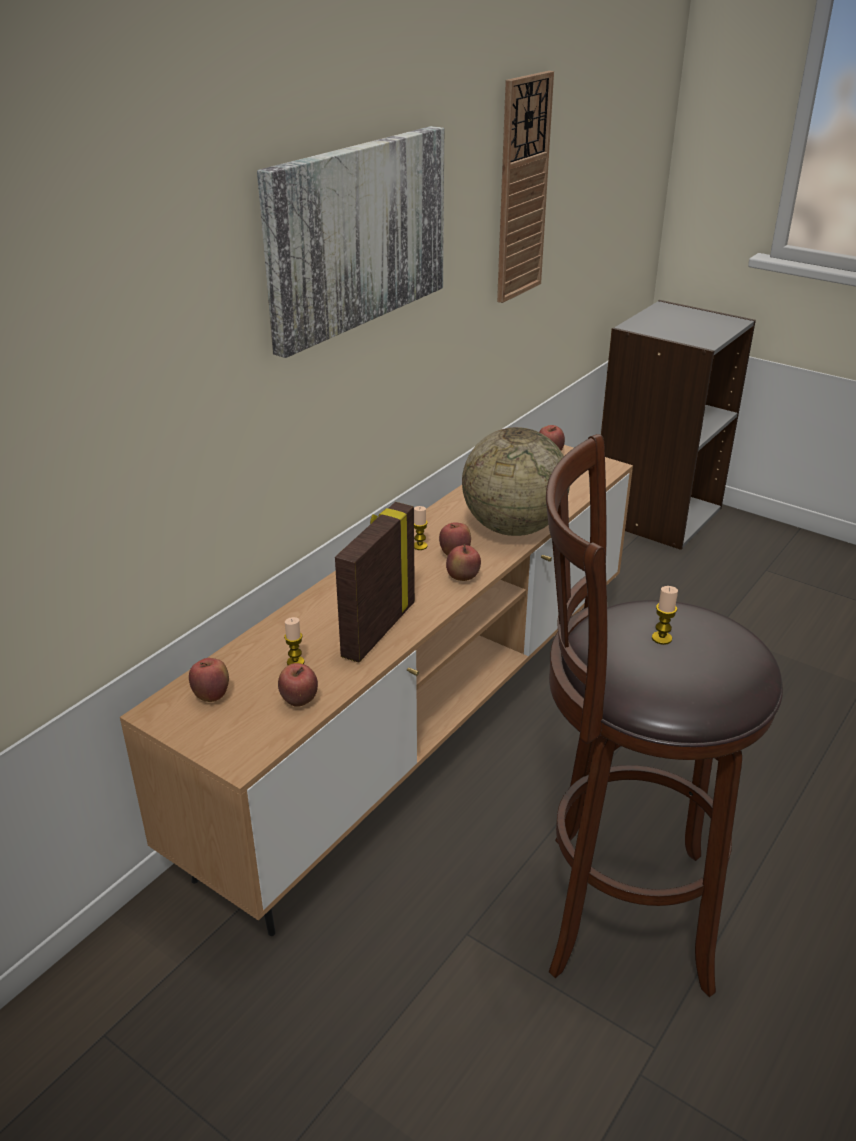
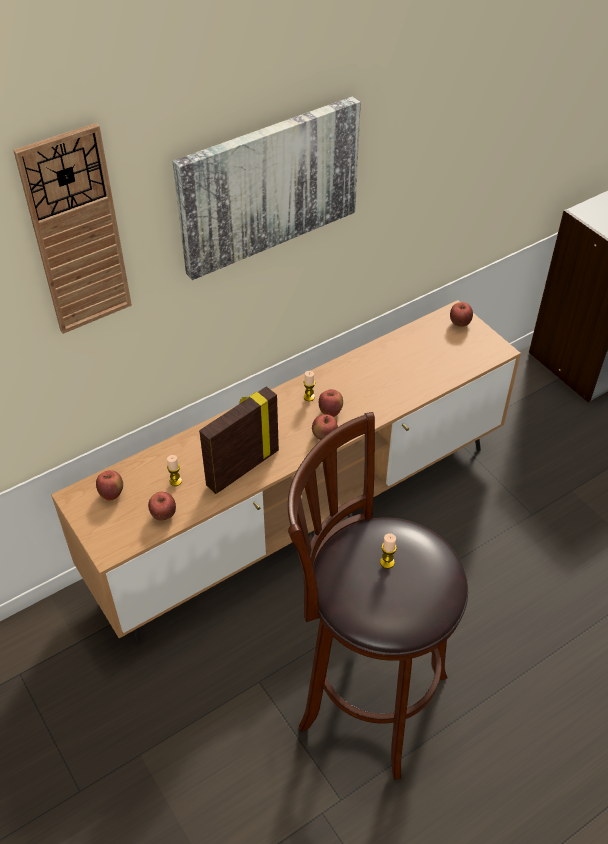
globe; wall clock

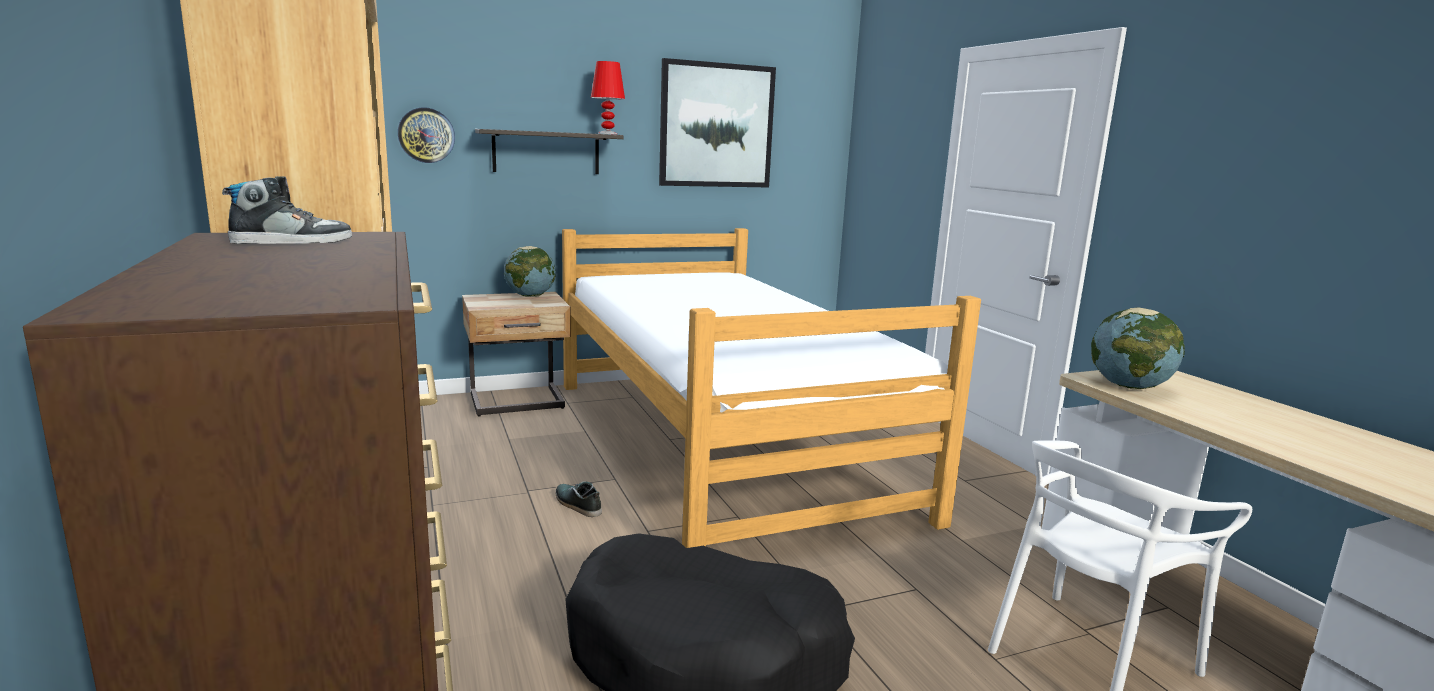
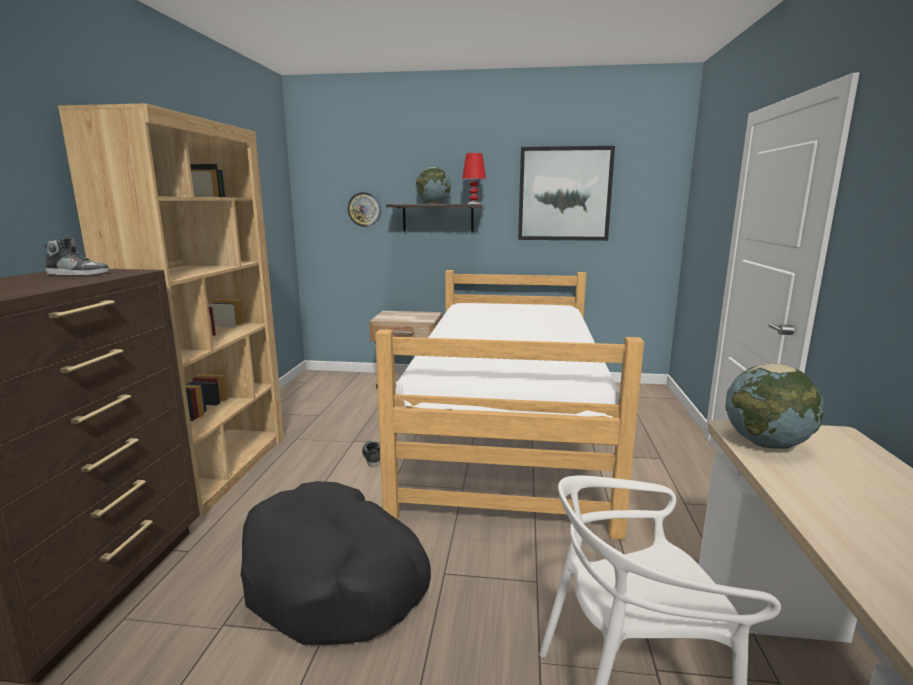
globe (1st from left)

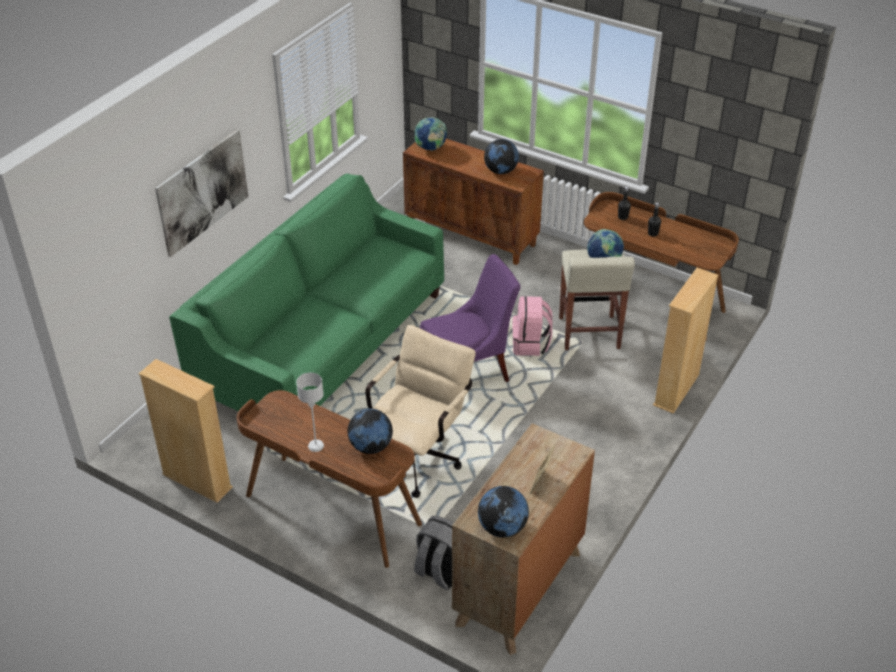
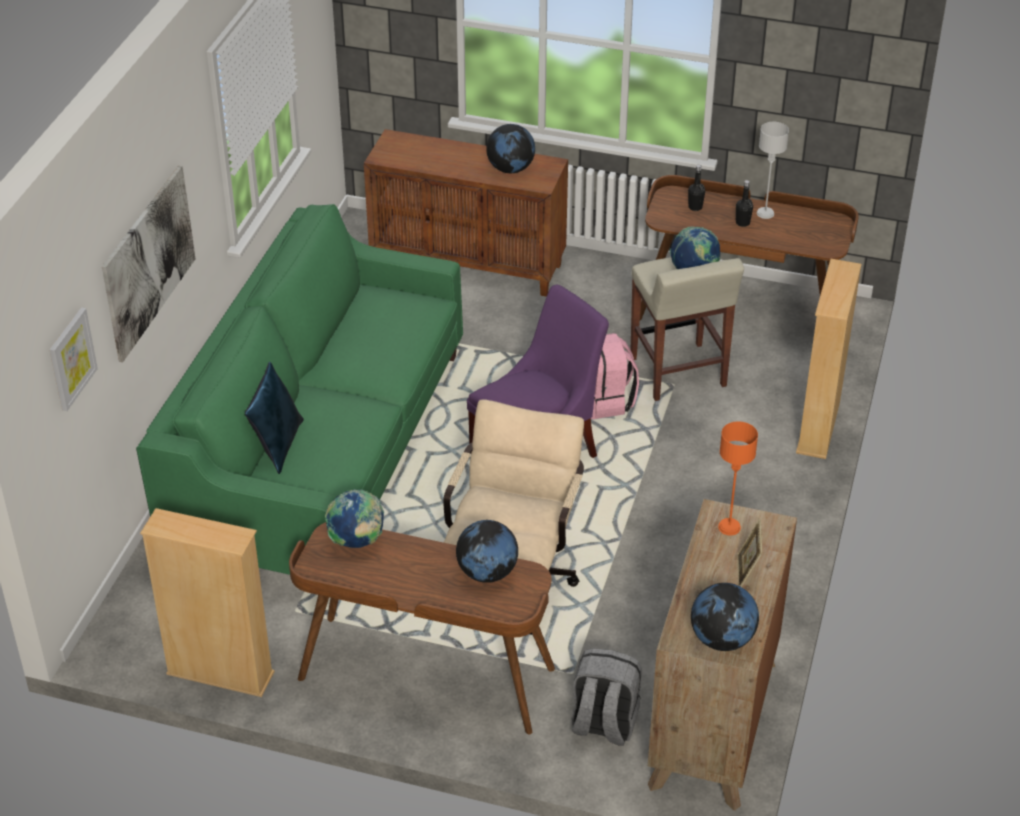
picture (1st from left); blue pillow; orange table lamp; grey table lamp; globe (1st from left)

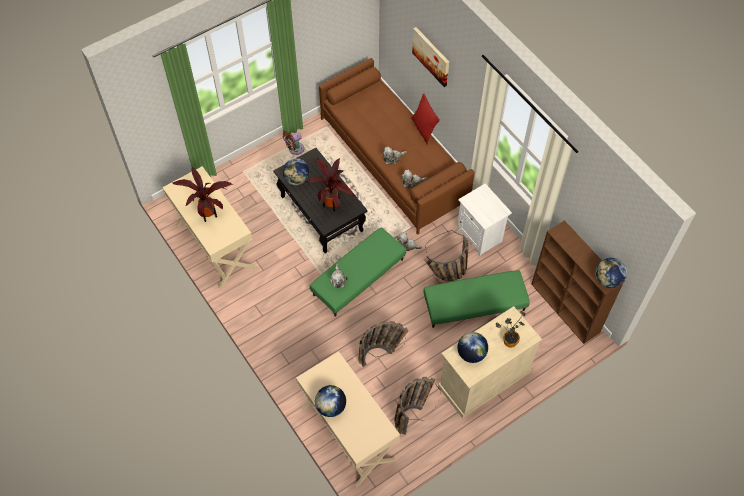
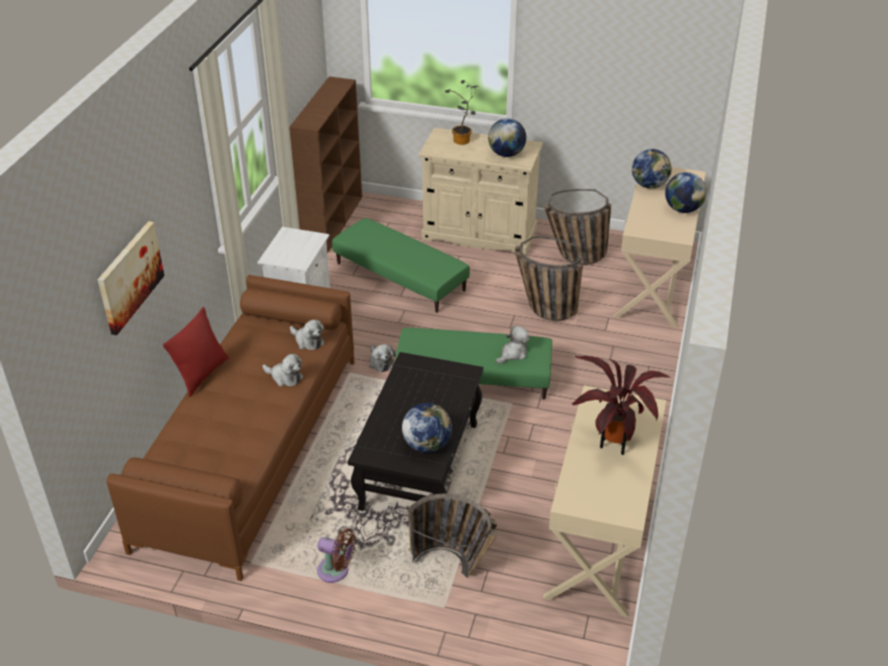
potted plant (2nd from left in the first image); basket (1st from left); globe (3rd from left)

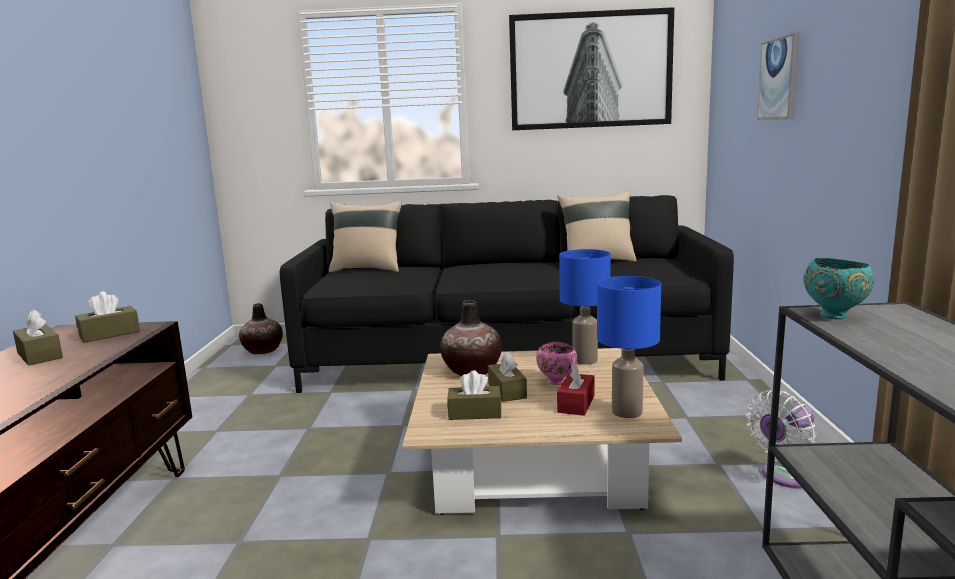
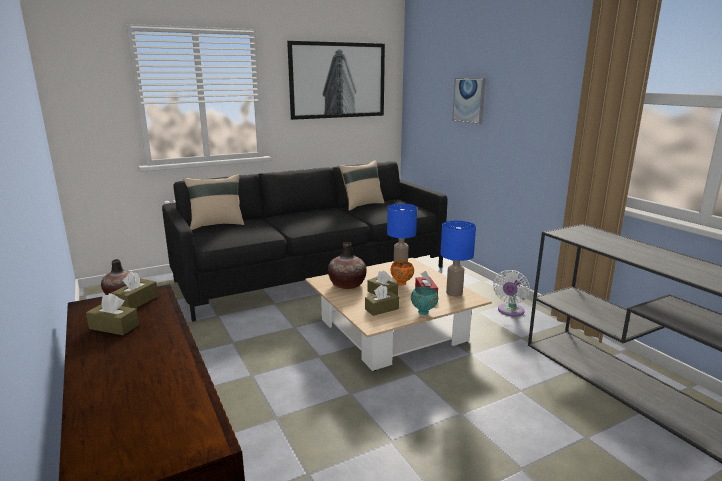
turquoise bowl; orange bowl

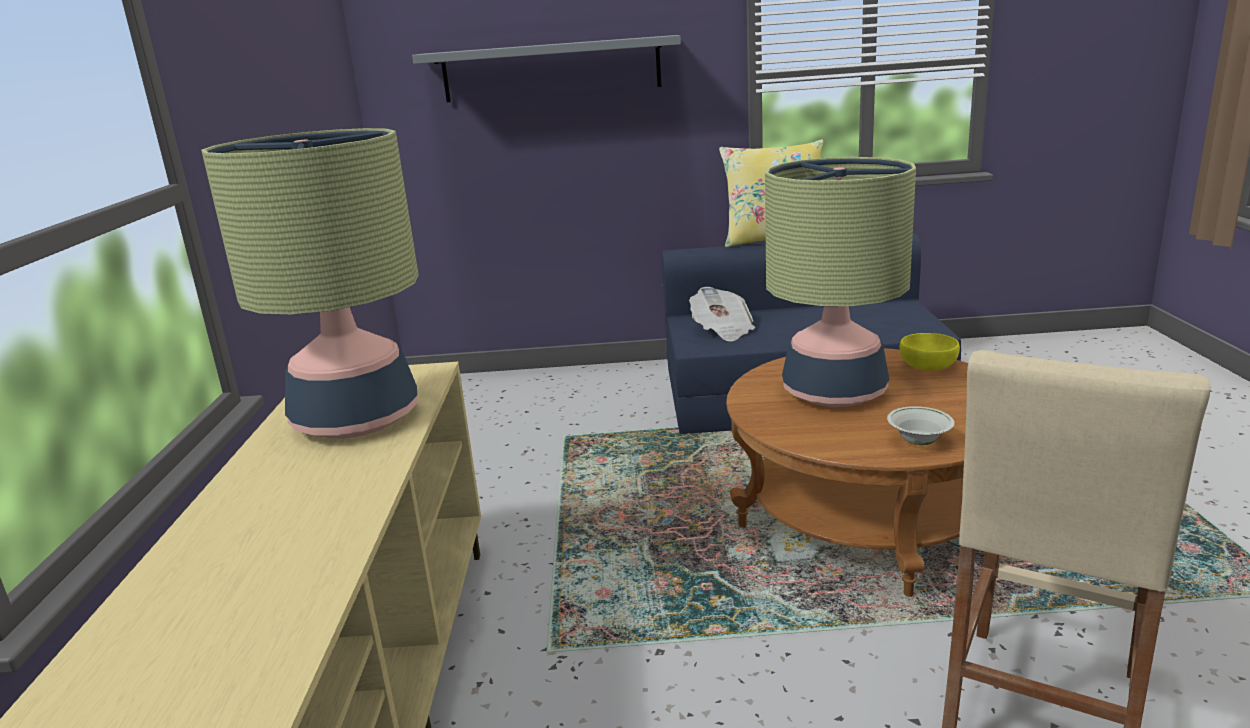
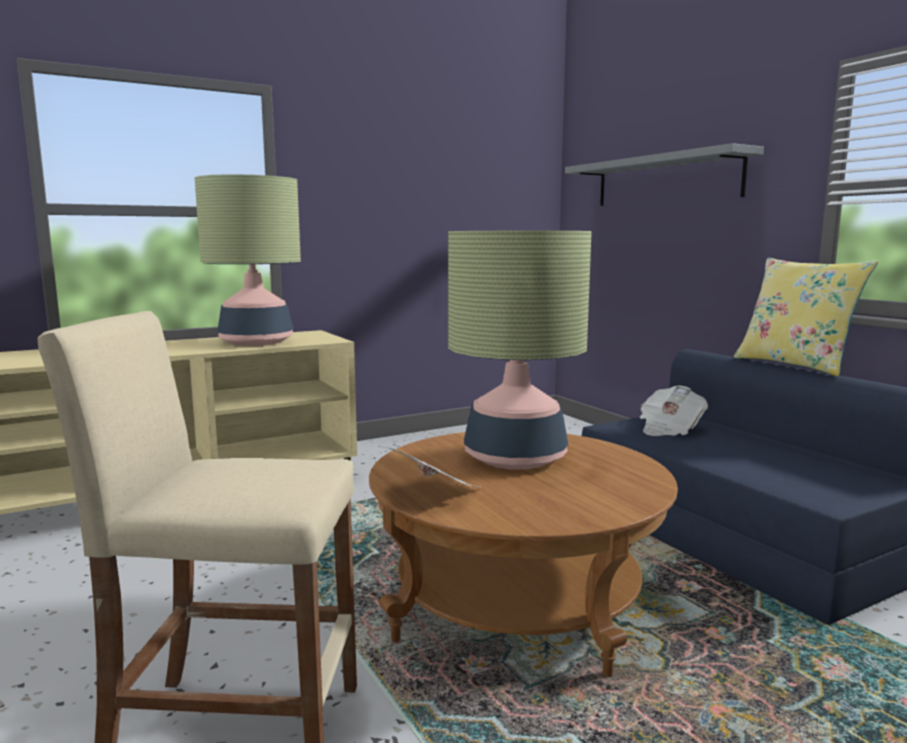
yellow bowl; newspaper (1st from left)

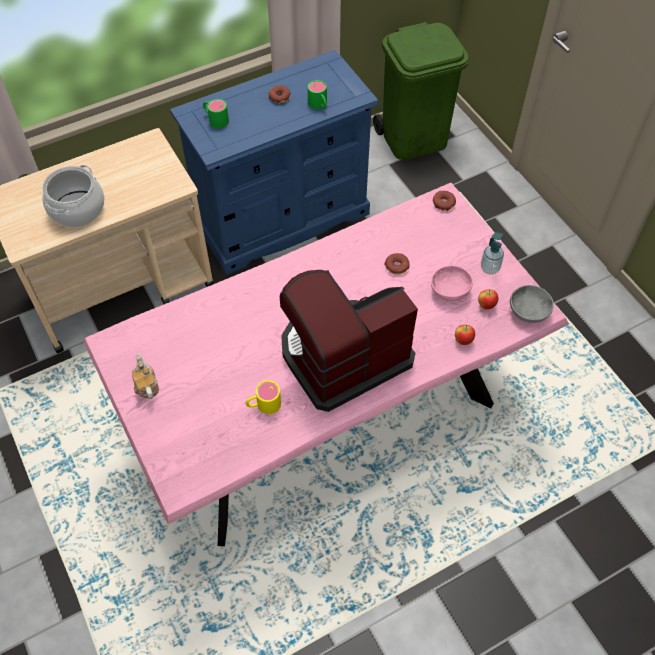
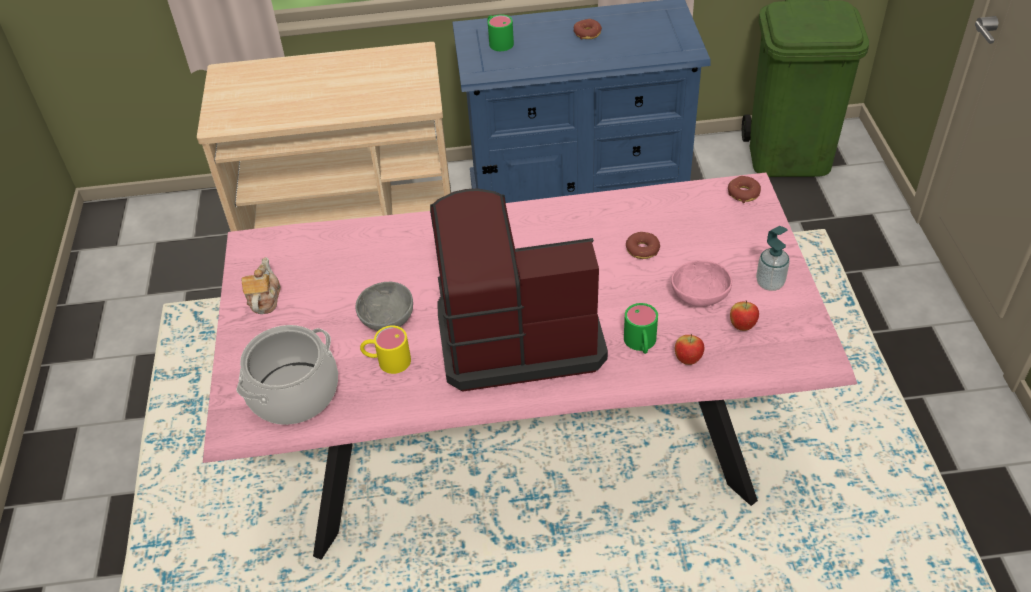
cooking pot; green mug (2nd from left); grey bowl

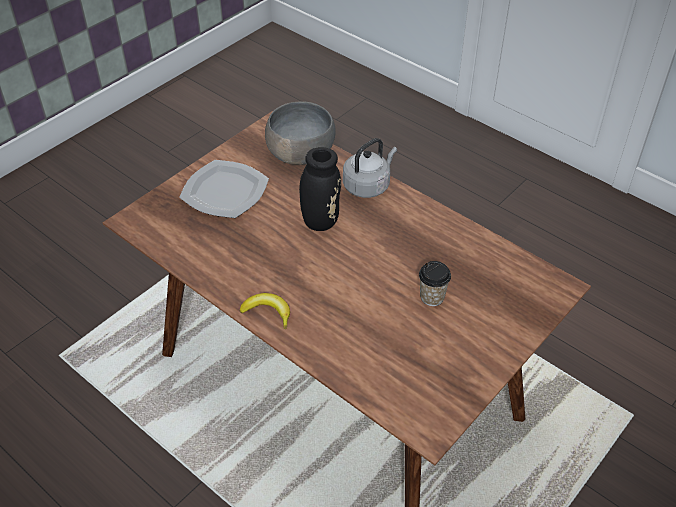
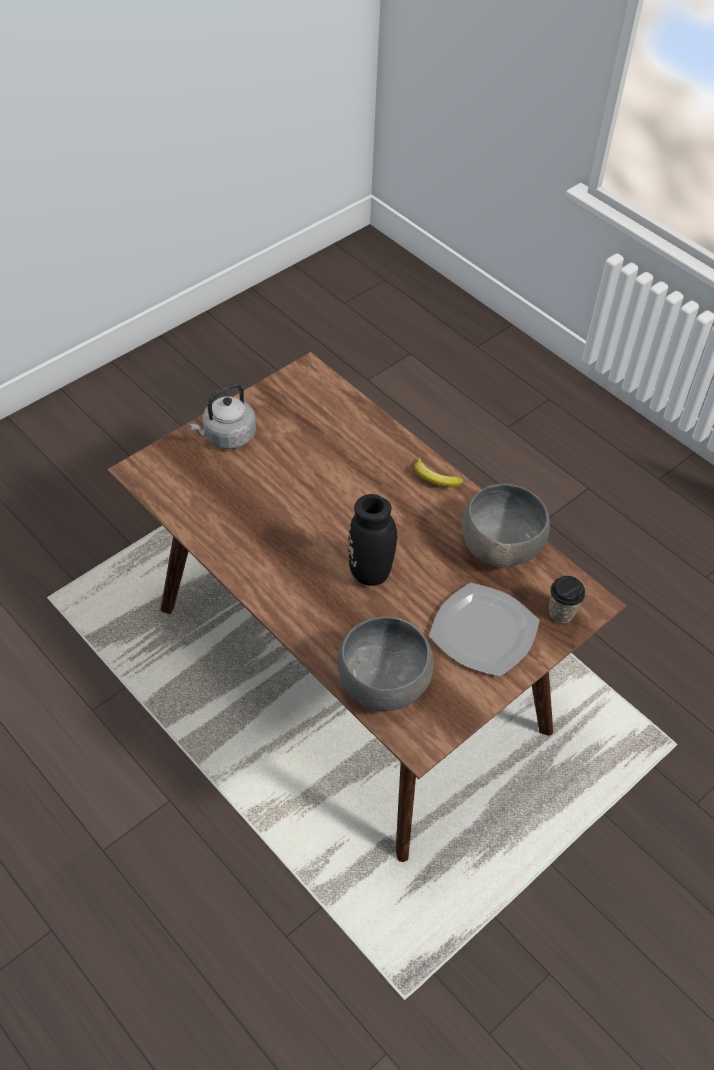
grey bowl (2nd from left); grey kettle; cup

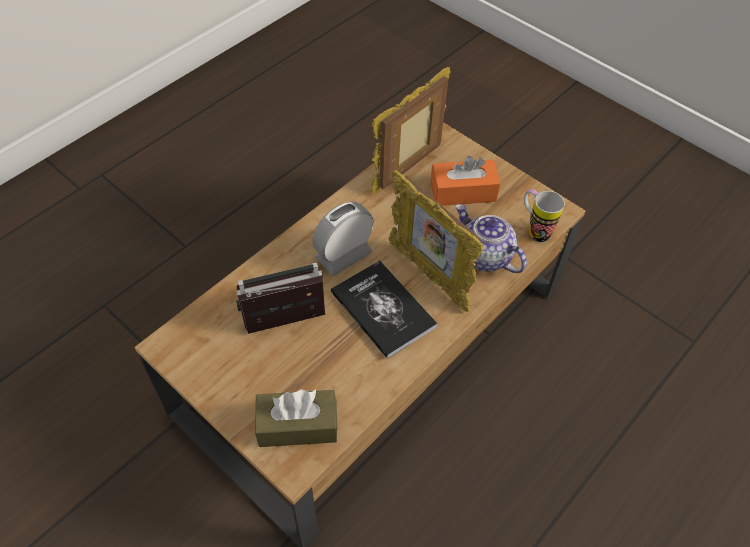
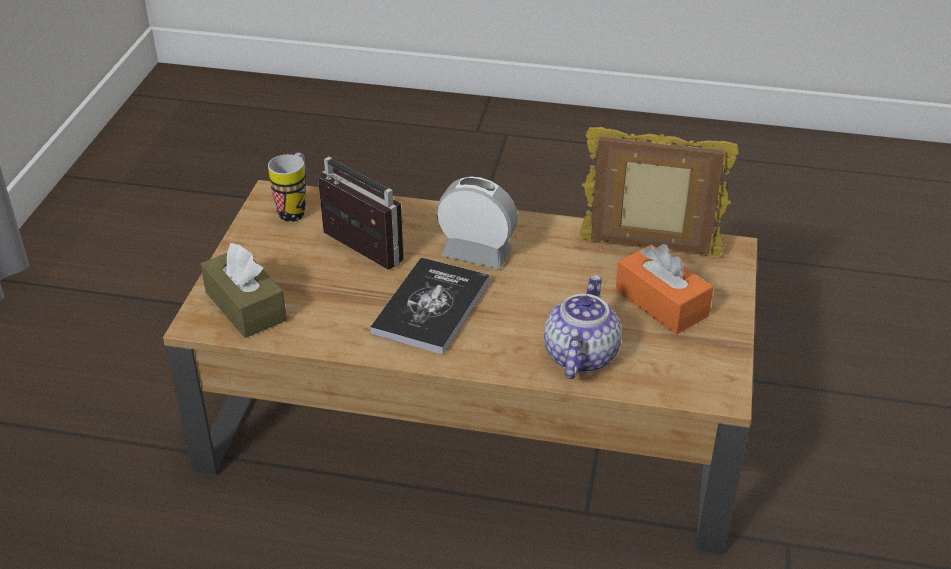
picture frame (2nd from left in the first image); mug

